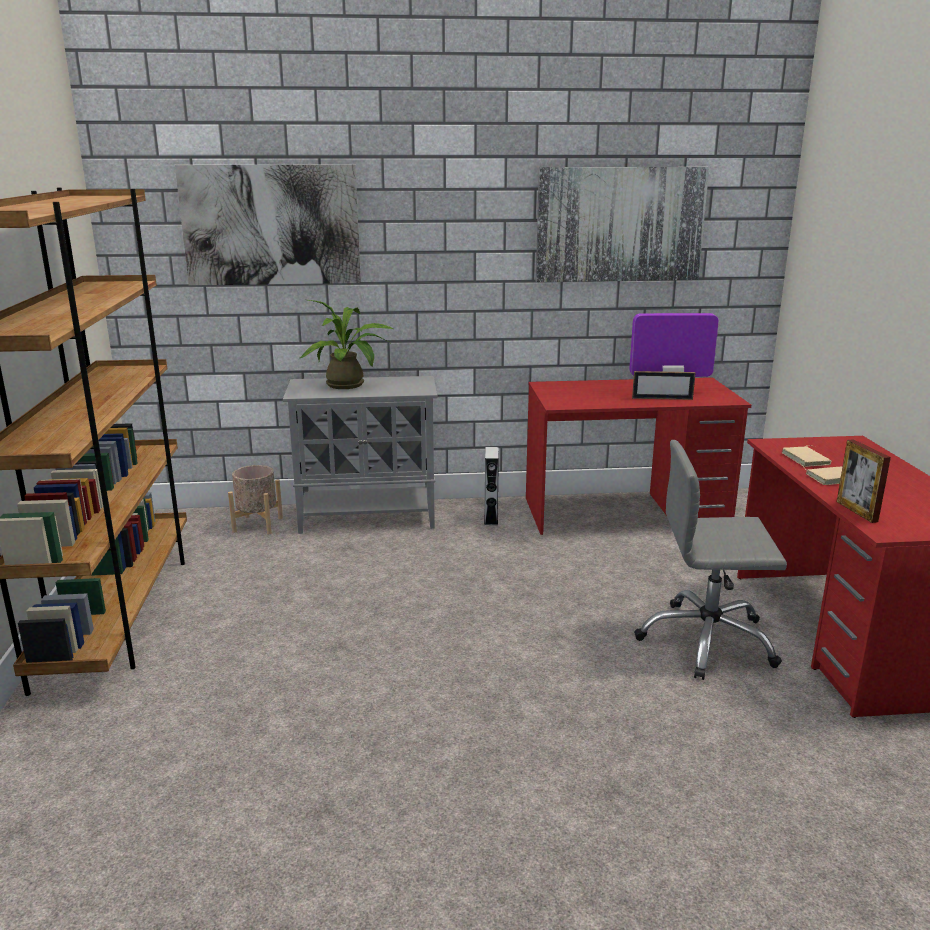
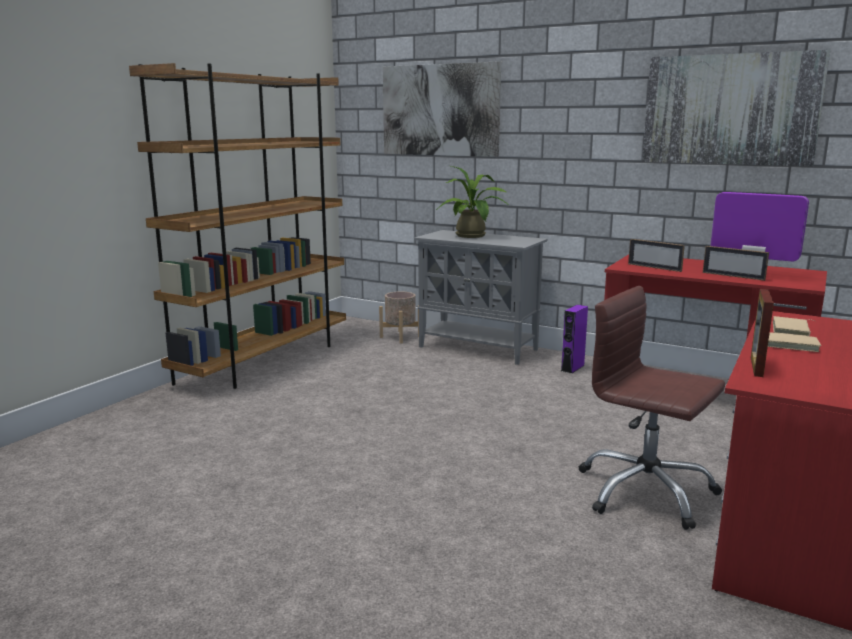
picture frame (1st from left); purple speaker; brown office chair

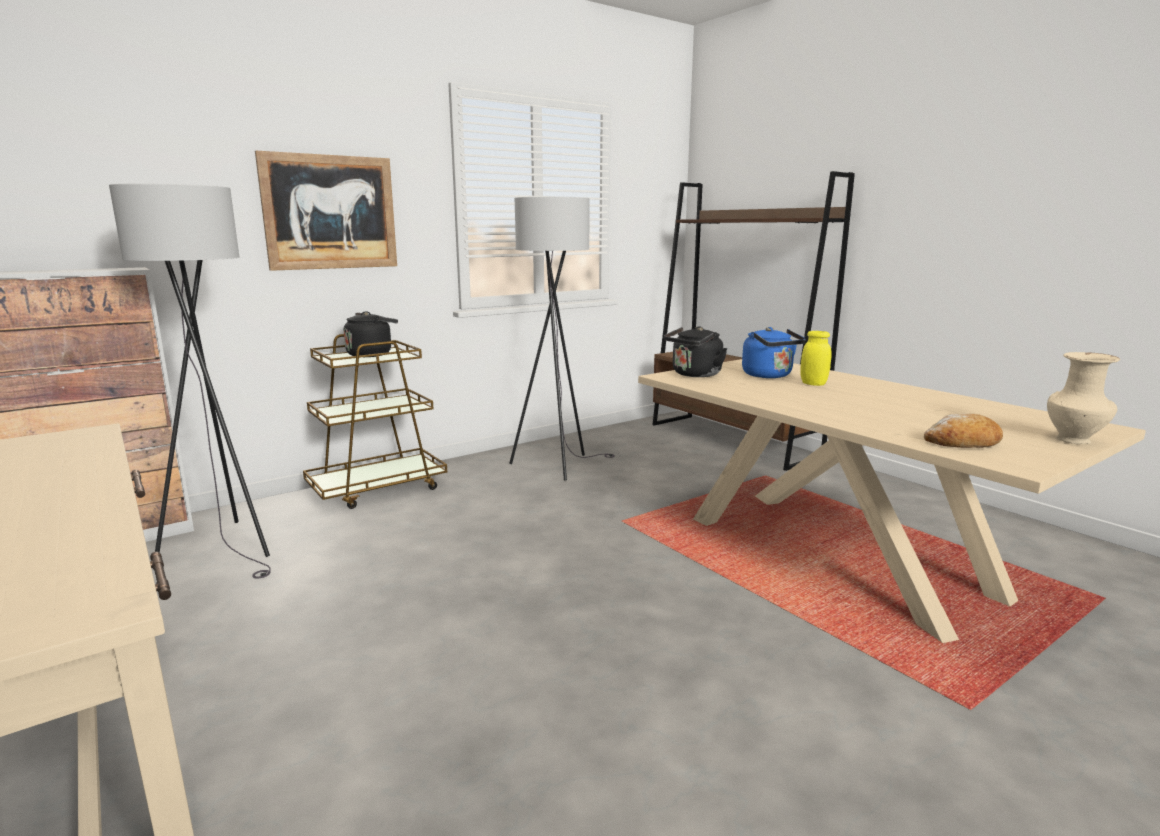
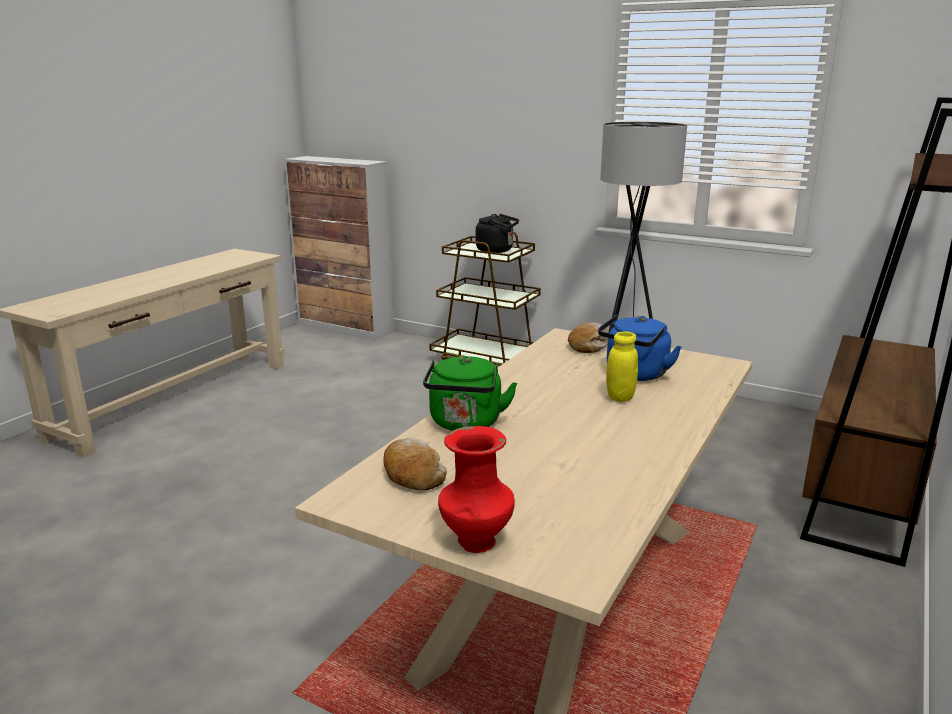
grey floor lamp (1st from left in the first image); picture; green kettle; bread (2nd from left); red vase

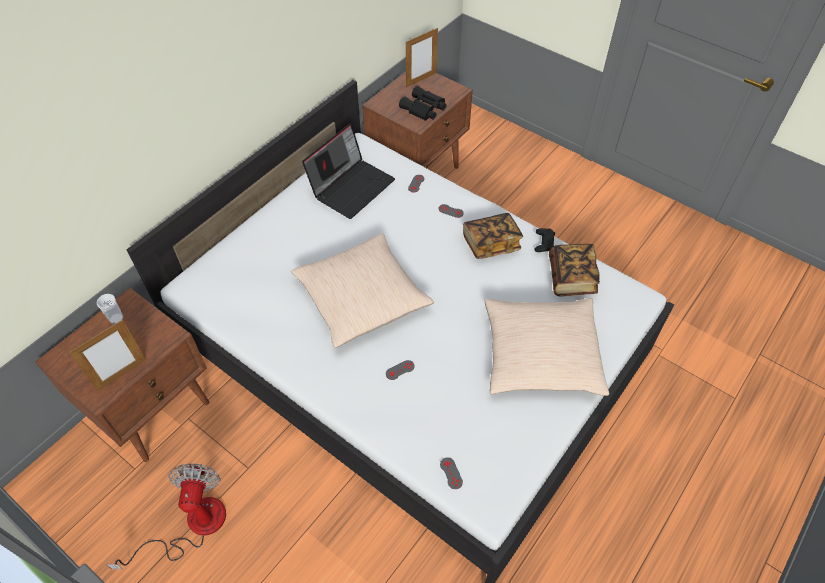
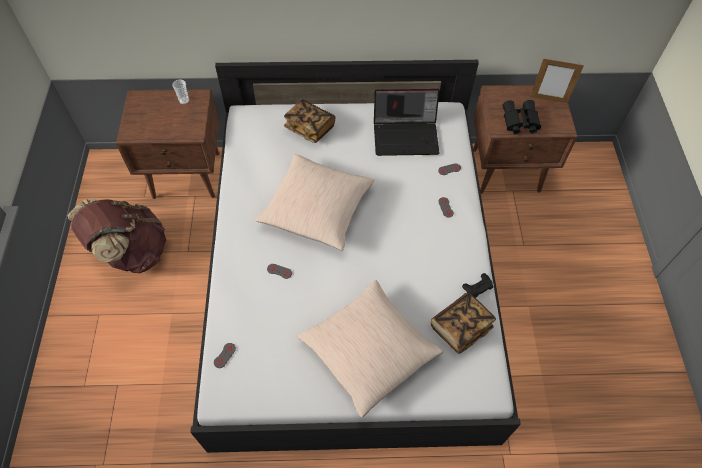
picture frame (1st from left in the first image); book (1st from left); brown backpack

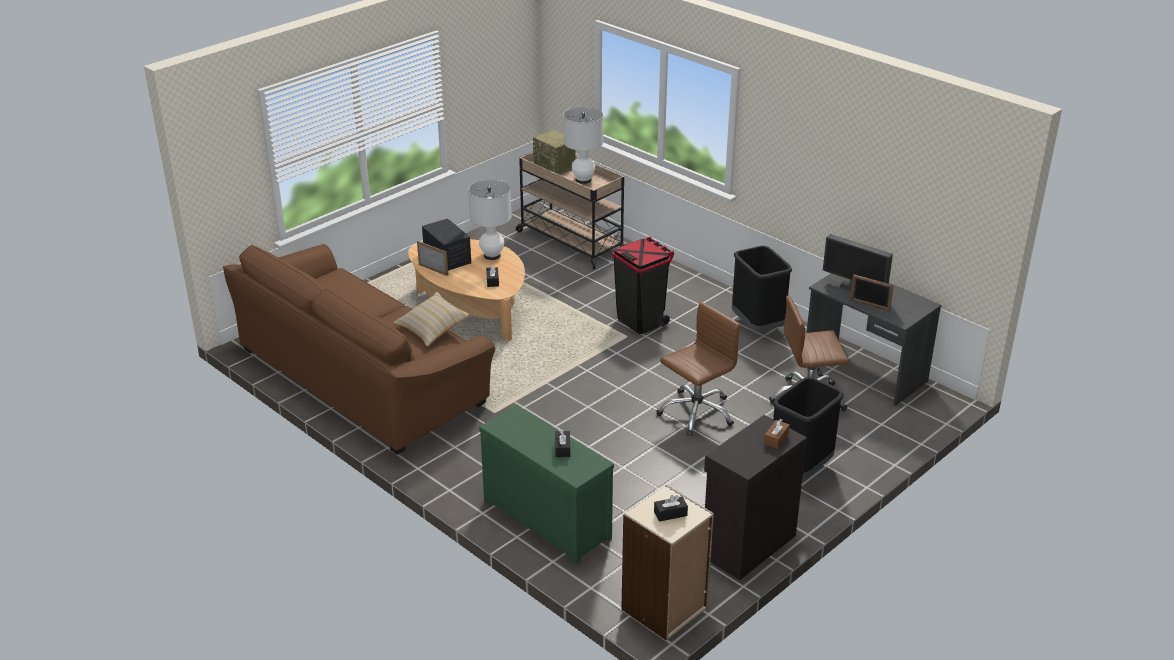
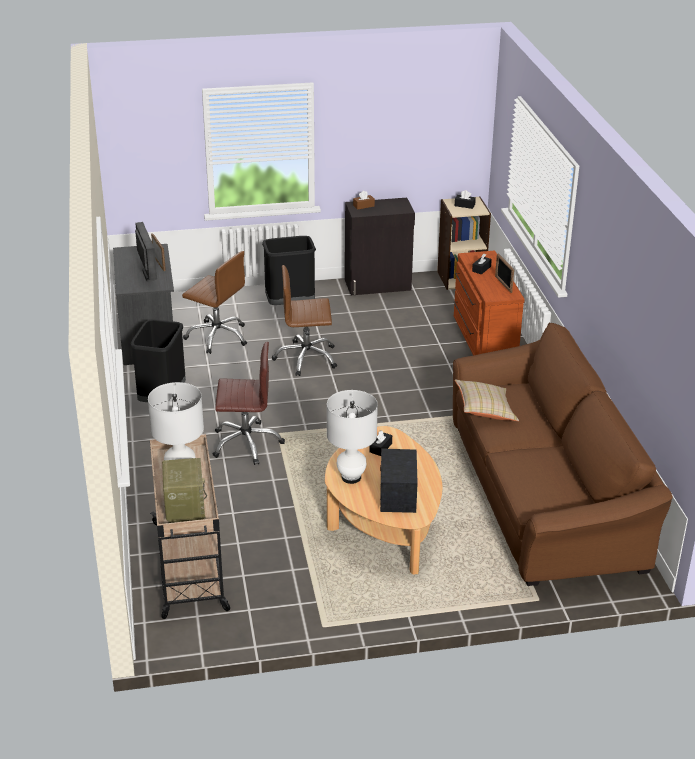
picture frame (2nd from left); brown office chair (2nd from left); brown dresser

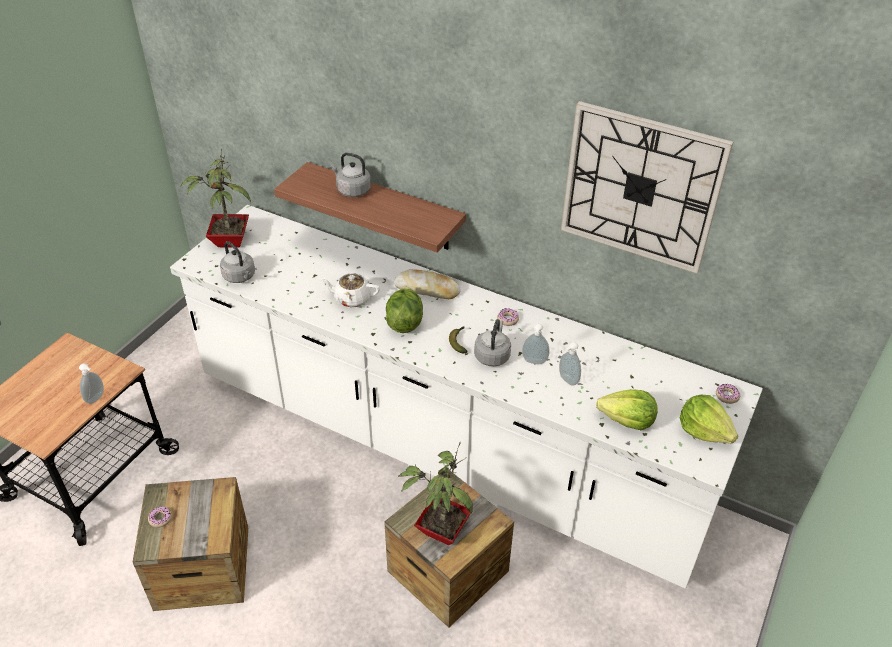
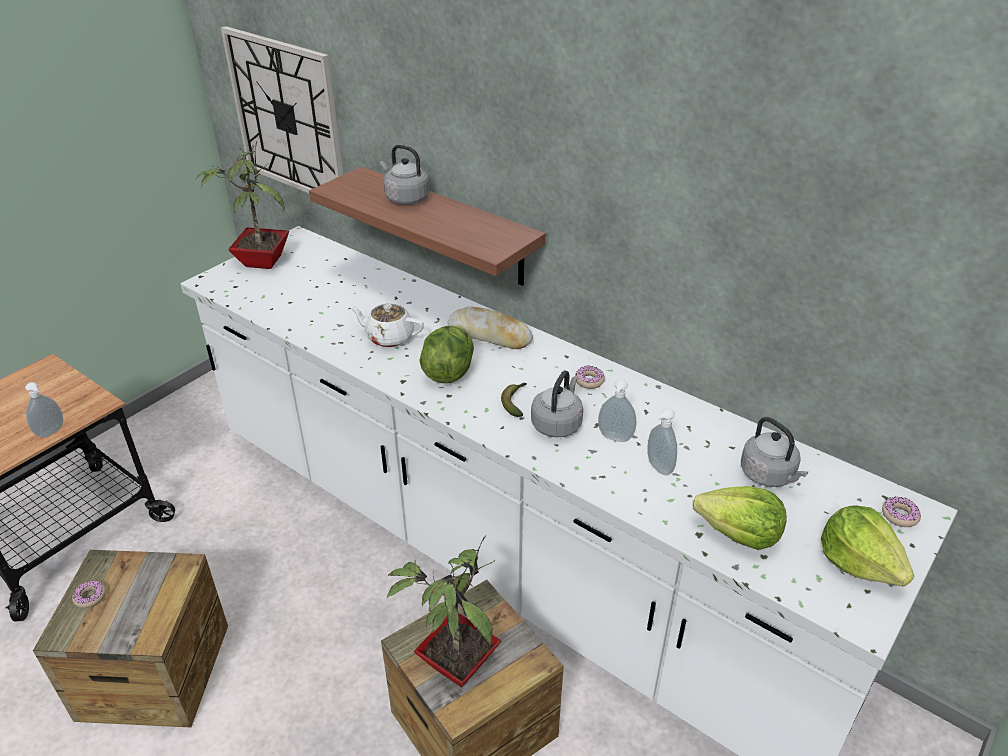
grey kettle (3rd from left); wall clock

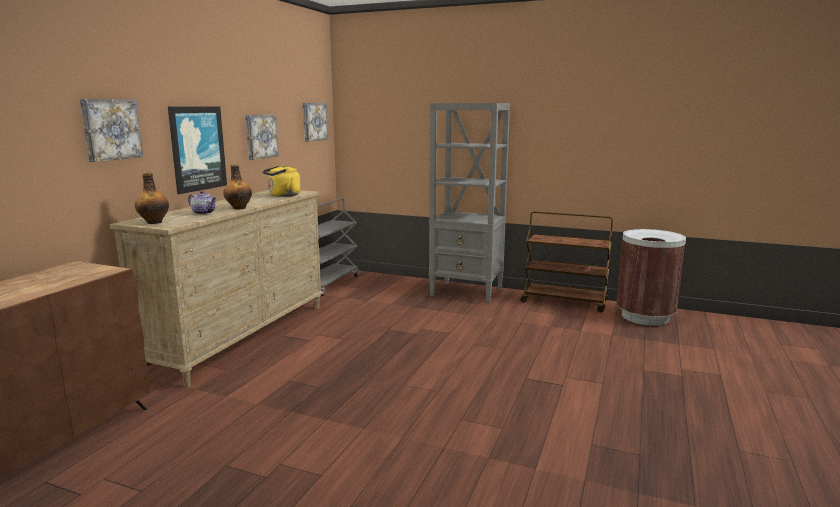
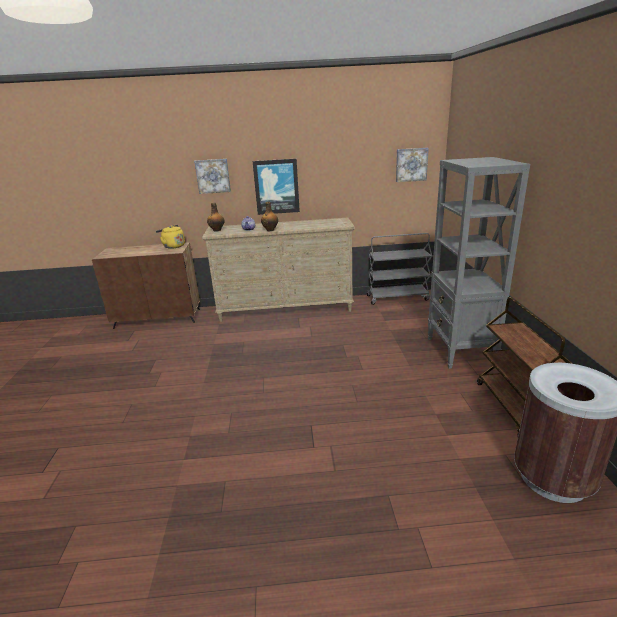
picture (3rd from left in the first image); yellow kettle

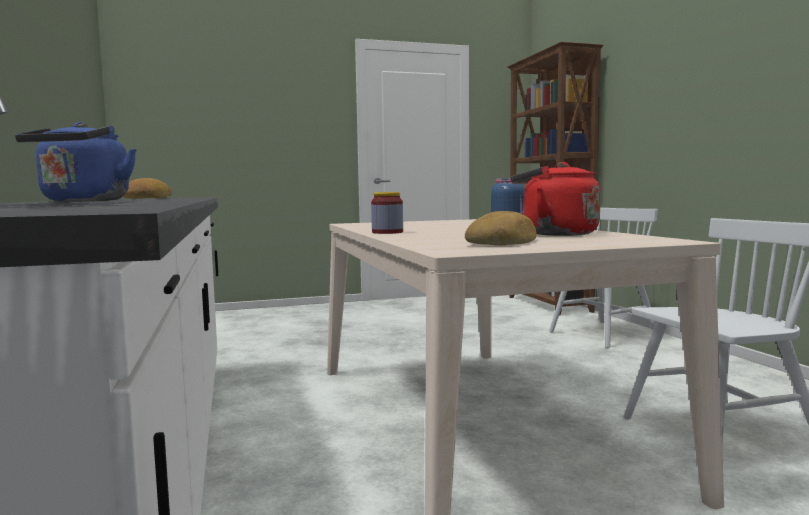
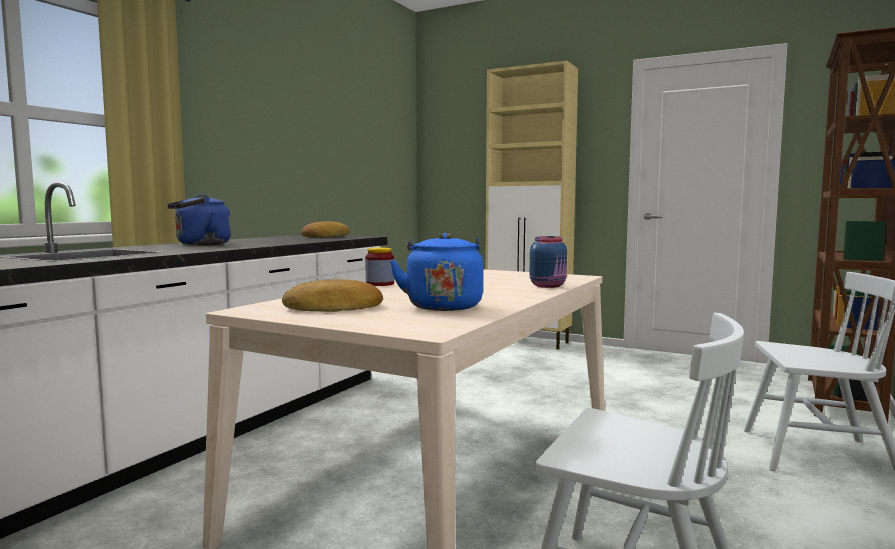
beige cabinet; blue kettle (2nd from left)

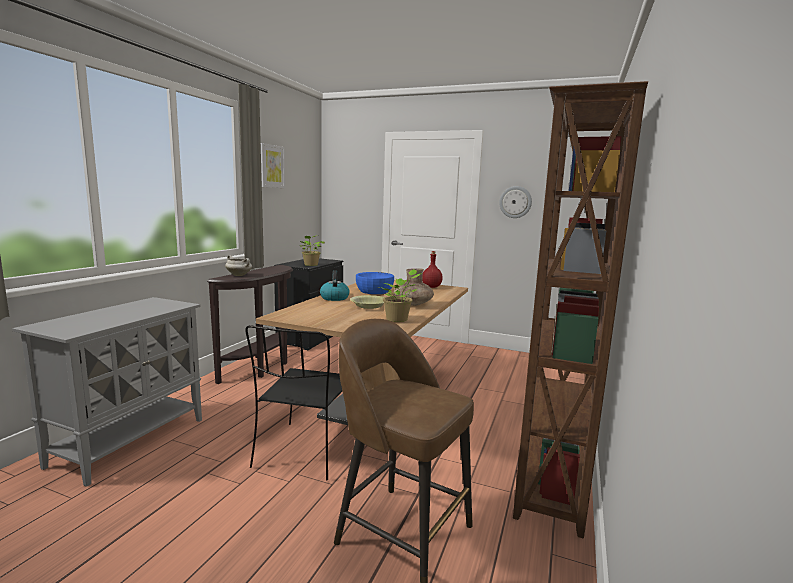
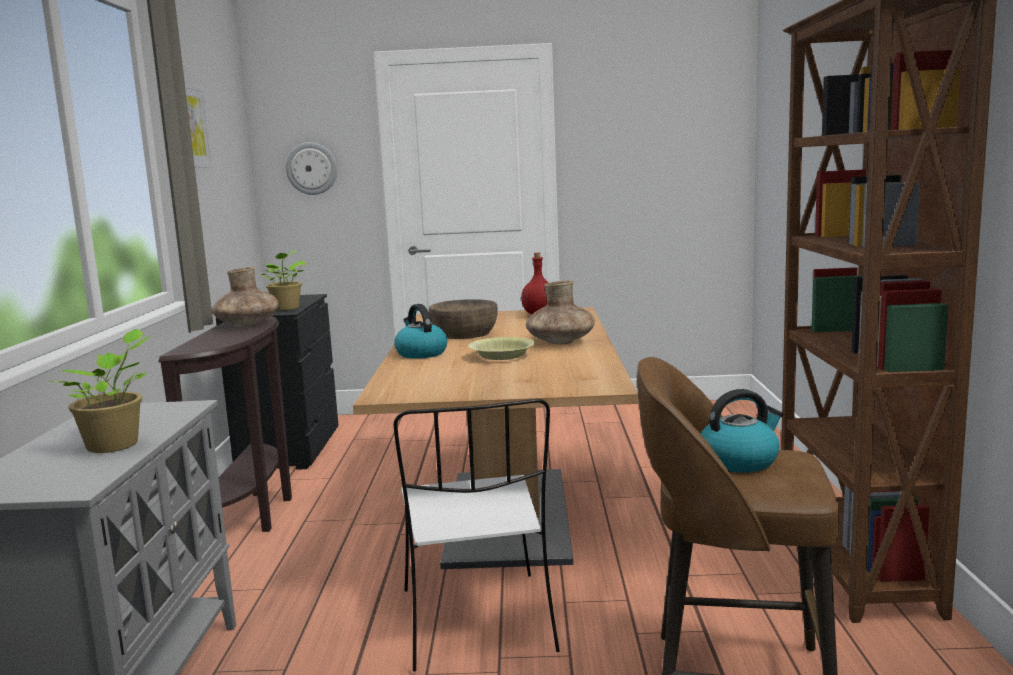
white cooking pot; brown vase (1st from left); kettle (2nd from left); potted plant (1st from left); wall clock; white chair; brown bowl

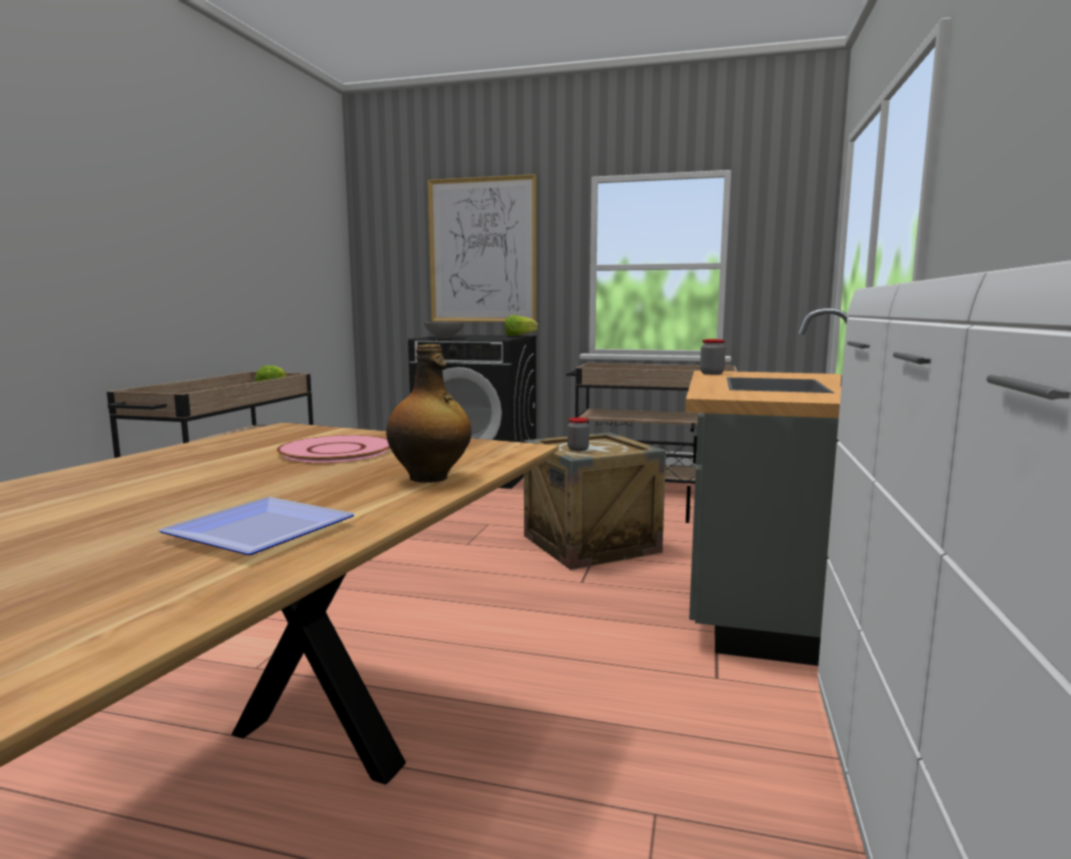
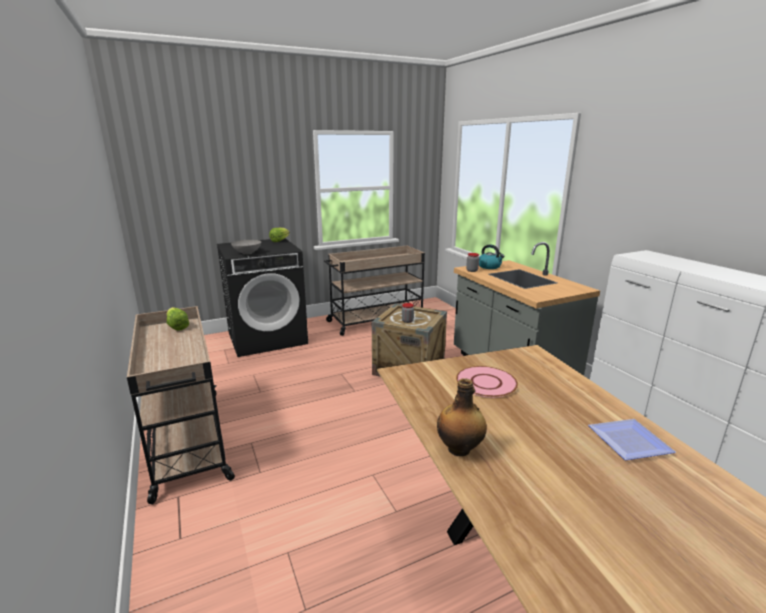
picture; kettle; bottle

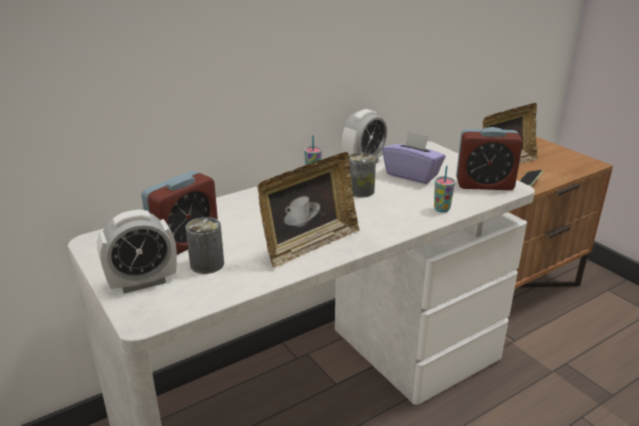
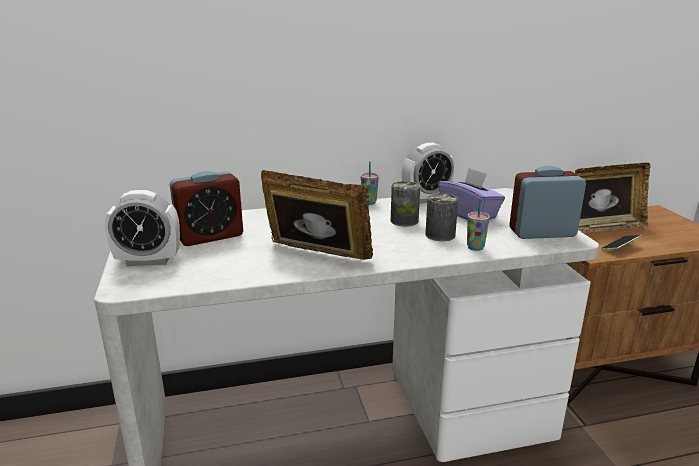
can (2nd from left); picture frame (1st from left); alarm clock (4th from left)

